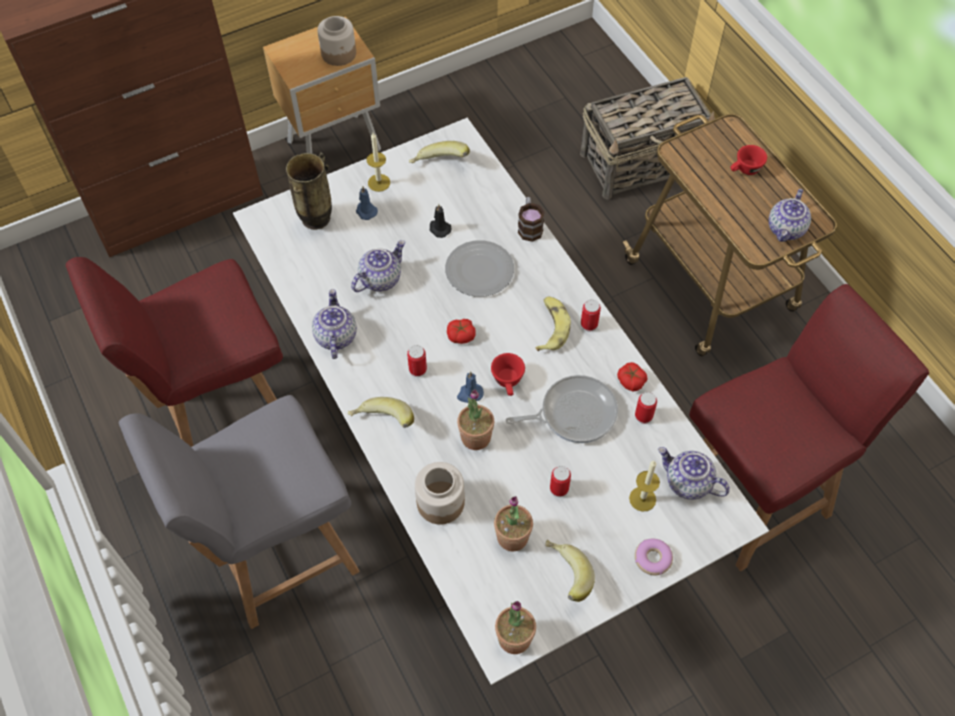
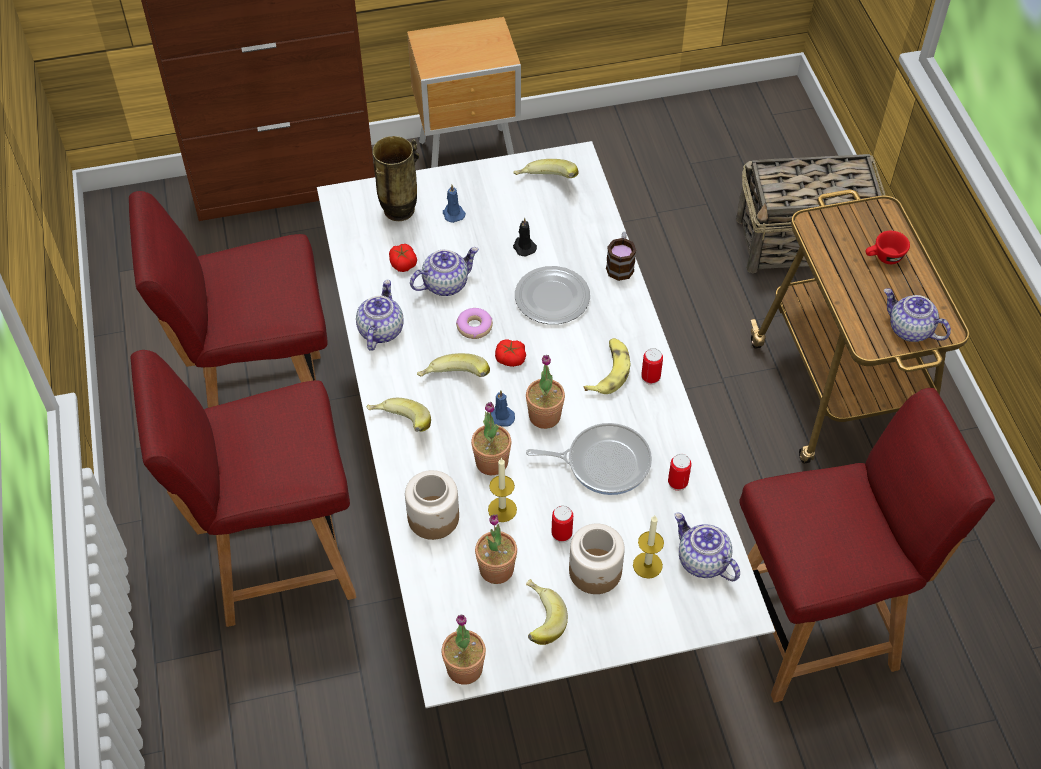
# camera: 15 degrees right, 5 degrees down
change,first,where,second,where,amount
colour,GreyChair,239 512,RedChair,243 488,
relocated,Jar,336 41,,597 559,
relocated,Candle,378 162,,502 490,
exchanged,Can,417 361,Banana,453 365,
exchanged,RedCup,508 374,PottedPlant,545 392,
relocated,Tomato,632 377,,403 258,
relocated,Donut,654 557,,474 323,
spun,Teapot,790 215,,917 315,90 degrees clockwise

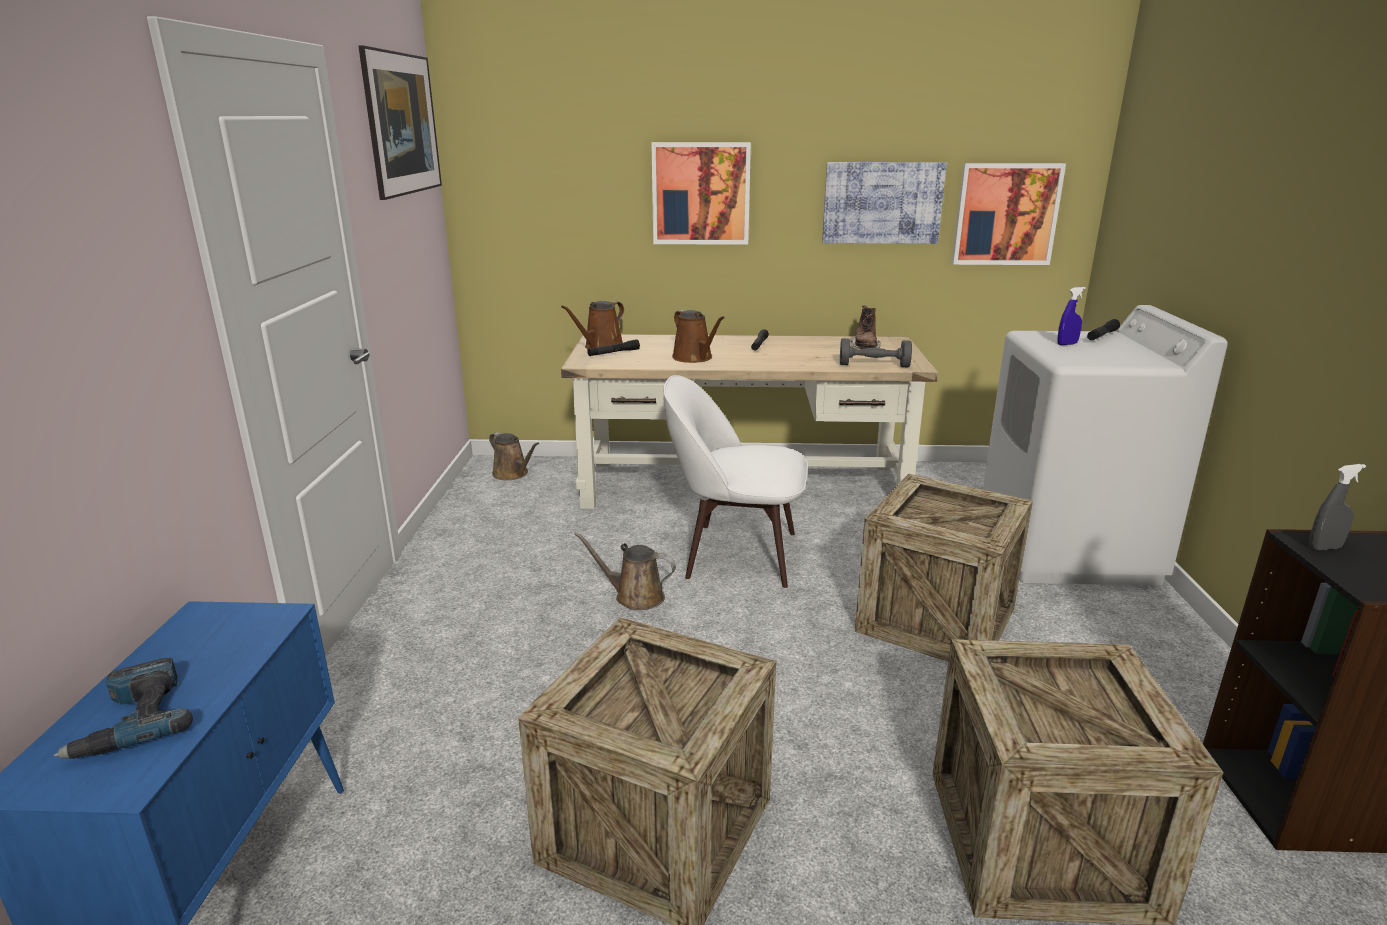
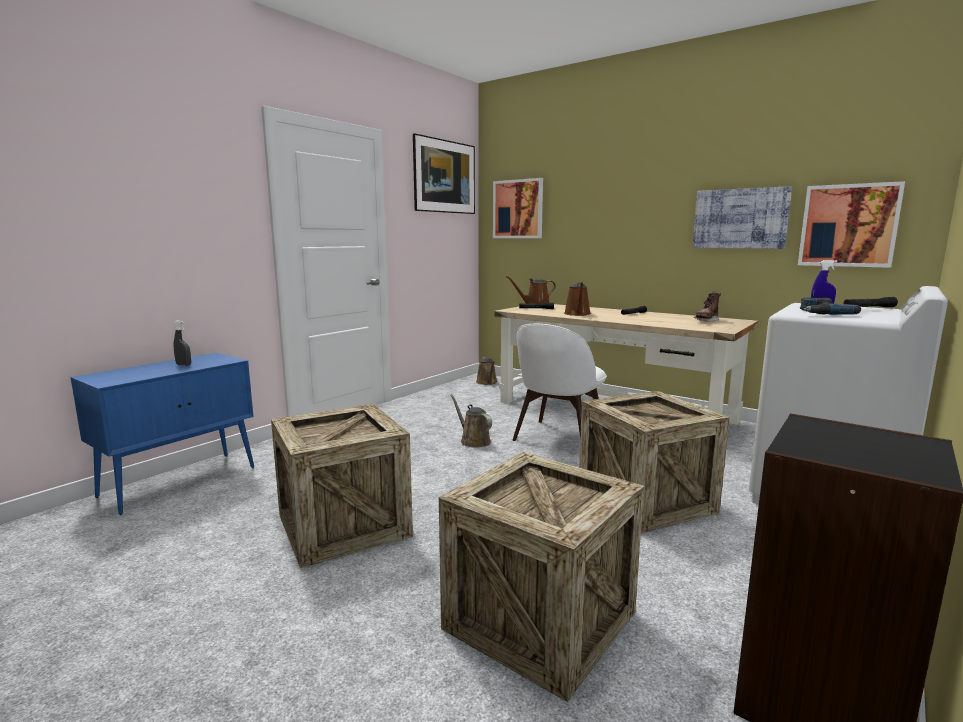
# camera: 35 degrees right, 10 degrees down
change,first,where,second,where,amount
relocated,PowerDrill,123 708,,830 306,
relocated,Picture,701 193,,518 208,
spun,WhiteChair,735 481,,559 382,105 degrees counterclockwise
missing,GreyDumbbell,876 352,,,
relocated,GreySprayBottle,1337 507,,182 343,

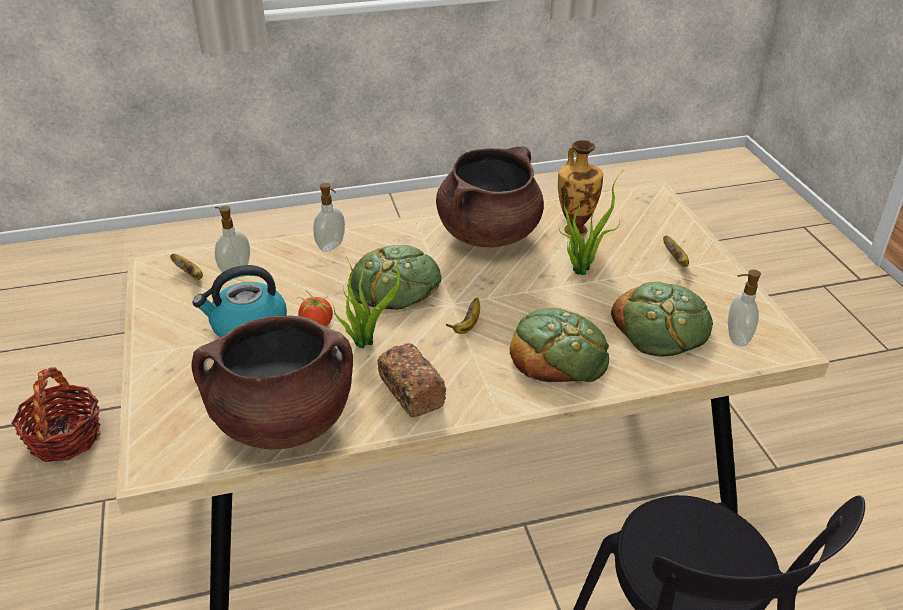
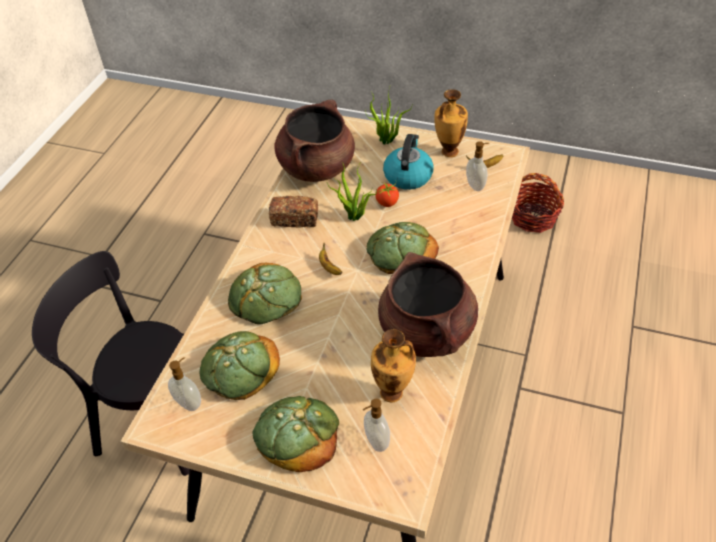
# camera: 125 degrees right, 10 degrees up
change,first,where,second,where,amount
relocated,SoapDispenser,329 217,,376 425,
relocated,PottedPlant,590 223,,388 115,
exchanged,Banana,676 251,Bread,296 434,
appeared,,,Vase,451 123,

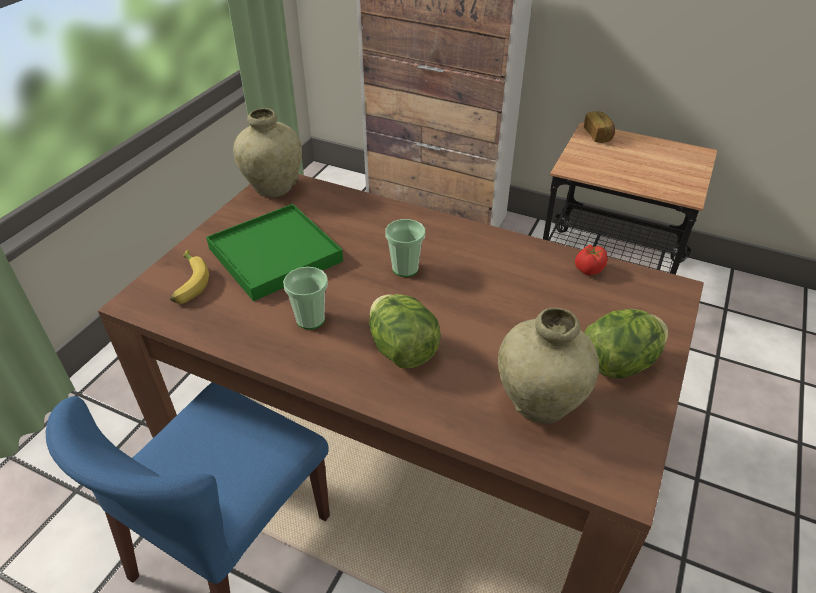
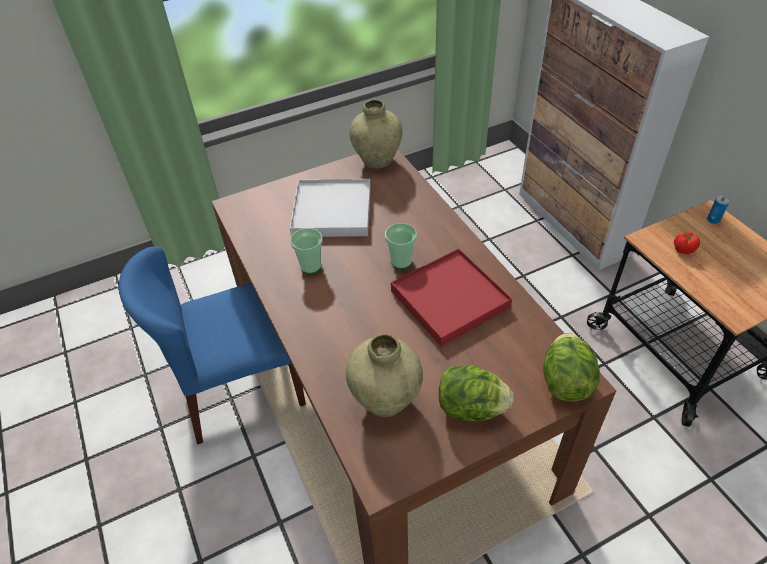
# camera: 40 degrees right, 5 degrees up
change,first,where,second,where,amount
missing,Banana,189 277,,,
colour,GreenTray,274 252,WhiteTray,330 208,
relocated,Lettuce,405 331,,571 367,
relocated,Tomato,591 260,,687 243,
exchanged,Bread,599 127,Can,718 209,
appeared,,,RedTray,451 297,

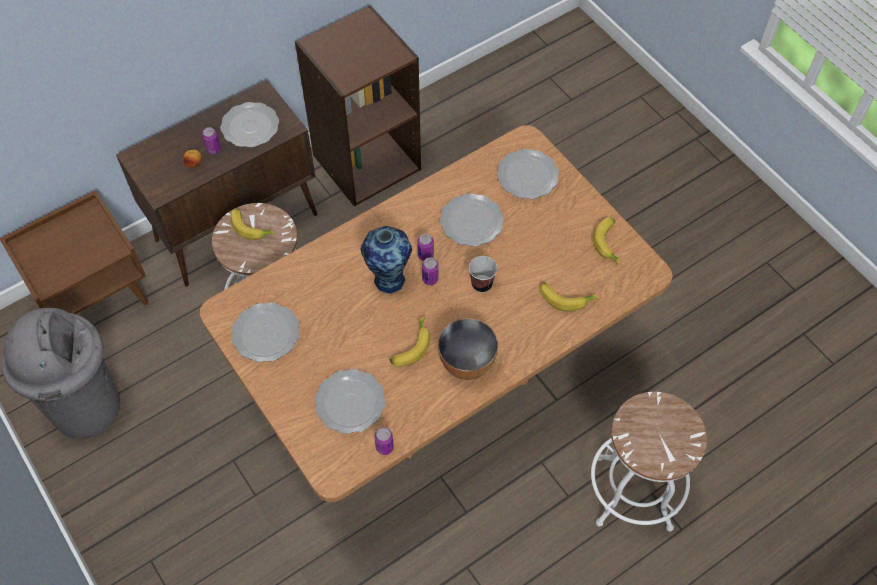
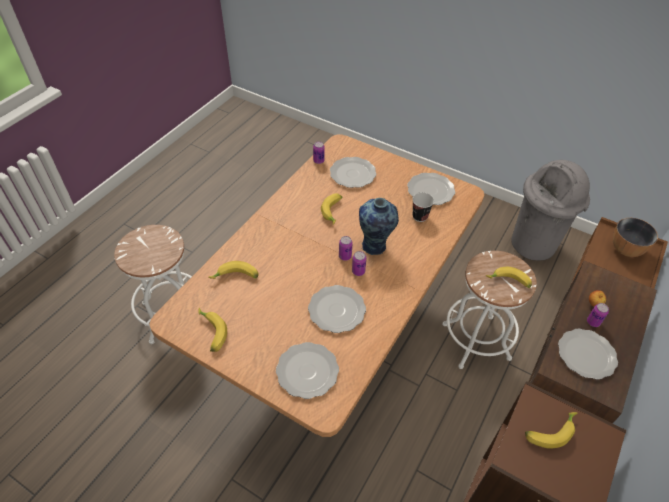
# camera: 155 degrees right, 10 degrees down
change,first,where,second,where,amount
relocated,Bowl,468 349,,635 237,
relocated,Cup,483 274,,423 207,
appeared,,,Banana,551 430,

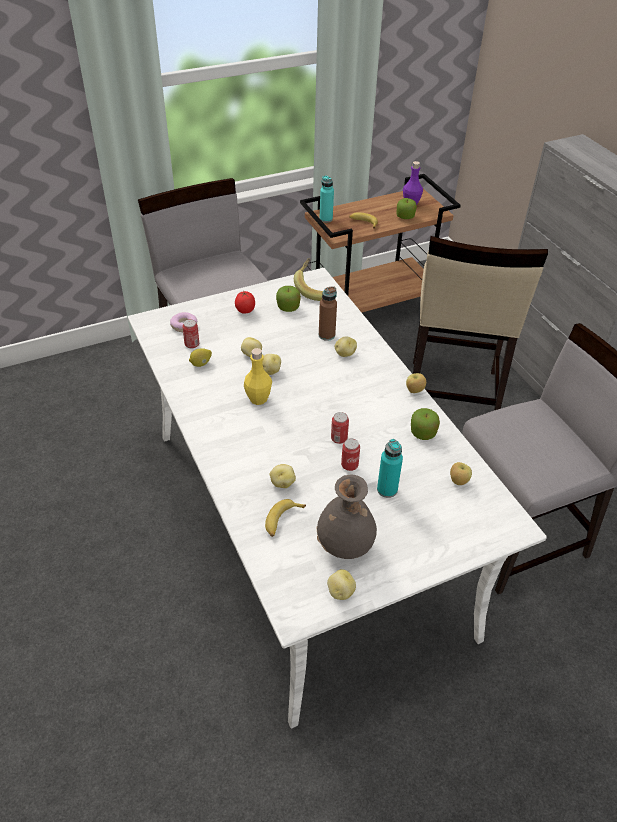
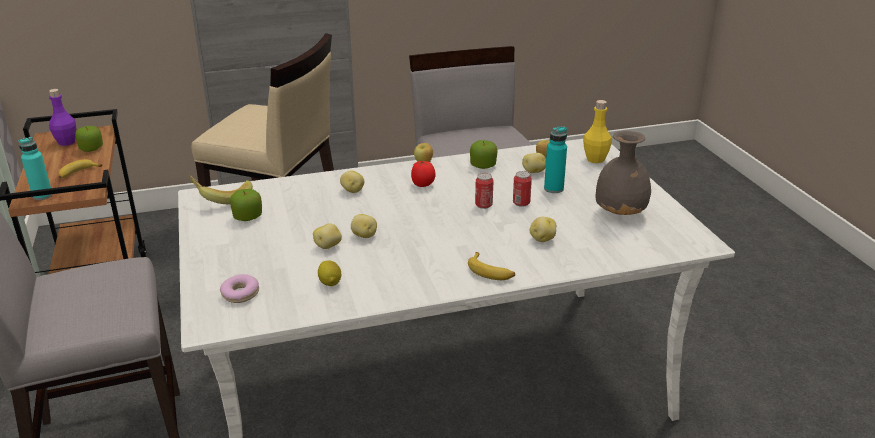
# camera: 80 degrees left, 15 degrees down
change,first,where,second,where,amount
missing,Can,190 333,,,
relocated,Tomato,245 302,,423 173,
relocated,YellowBottle,258 376,,597 131,
relocated,Banana,285 518,,491 266,
missing,BrownBottle,328 313,,,
relocated,Potato,341 584,,534 163,

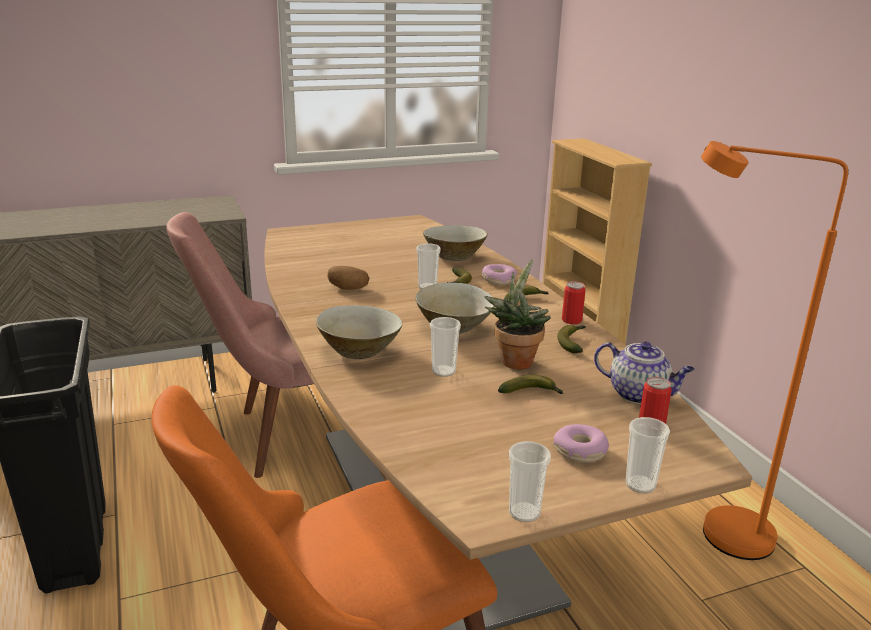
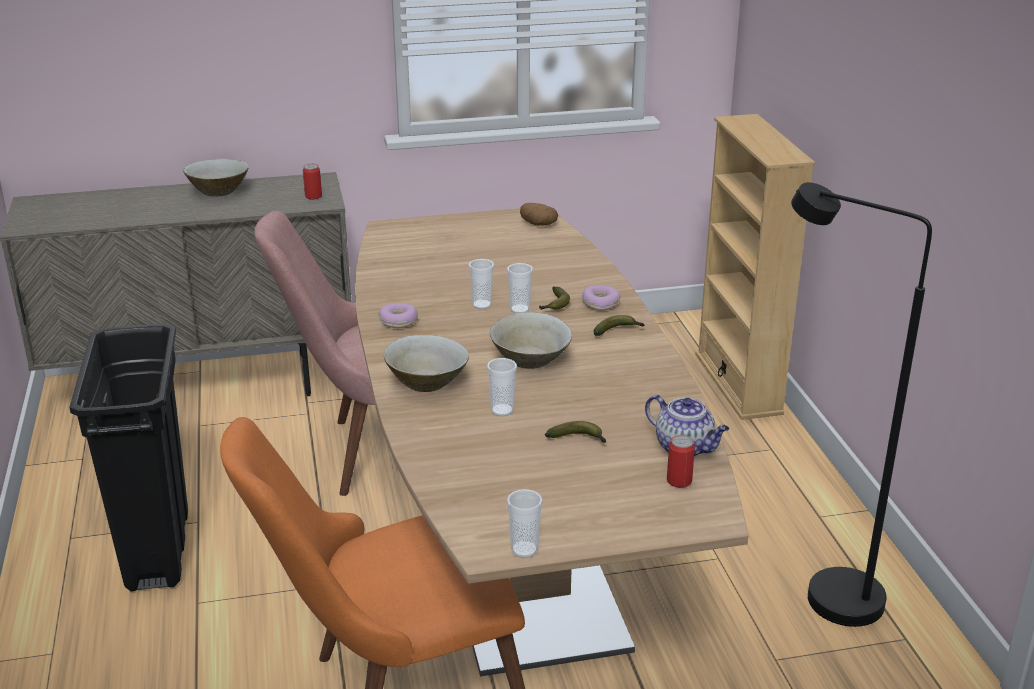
# camera: 10 degrees right, 5 degrees up
change,first,where,second,where,amount
relocated,Potato,348 278,,539 214,
relocated,BeigeBowl,455 243,,216 178,
missing,PottedPlant,517 314,,,
relocated,Donut,581 443,,398 315,
missing,Banana,571 339,,,
relocated,Can,574 302,,312 181,
relocated,Cup,648 455,,481 284,
colour,OrangeFloorLamp,774 350,BlackFloorLamp,861 404,

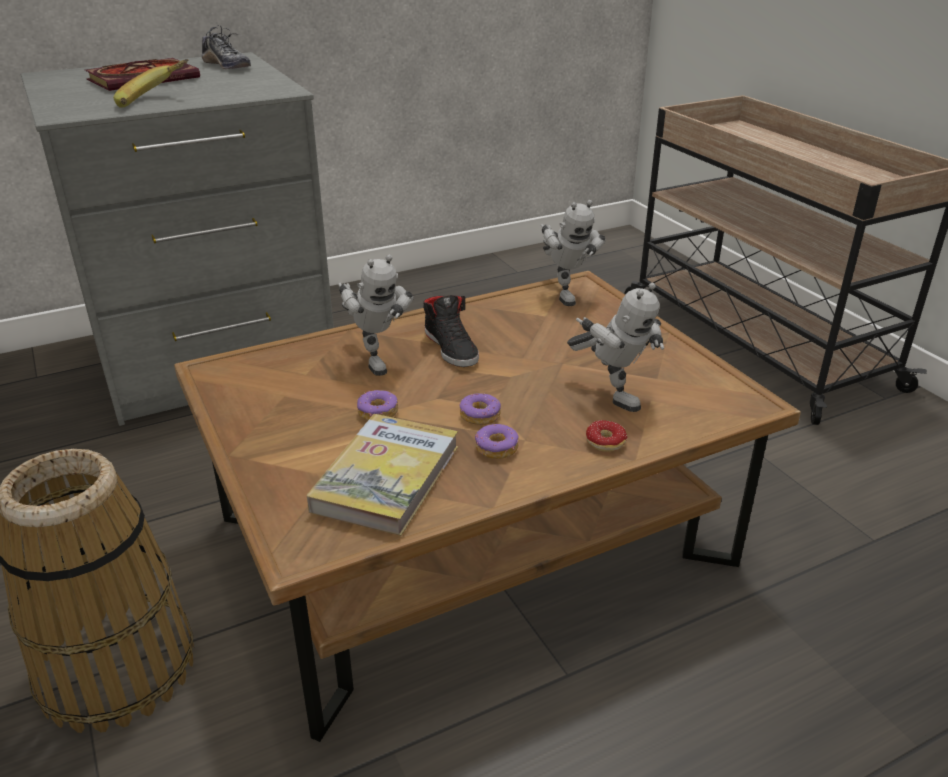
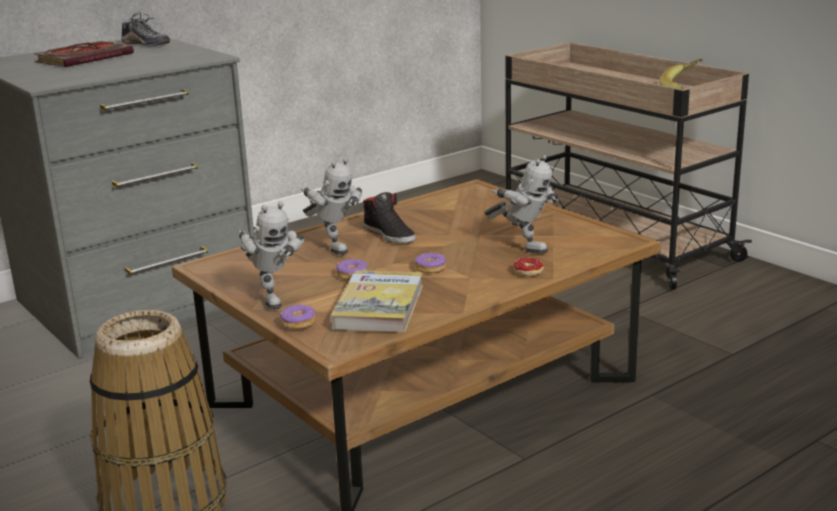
# camera: 10 degrees left, 10 degrees down
change,first,where,second,where,amount
relocated,Banana,150 83,,681 74,
relocated,Donut,496 441,,298 316,
relocated,ToyRobot,573 253,,271 255,

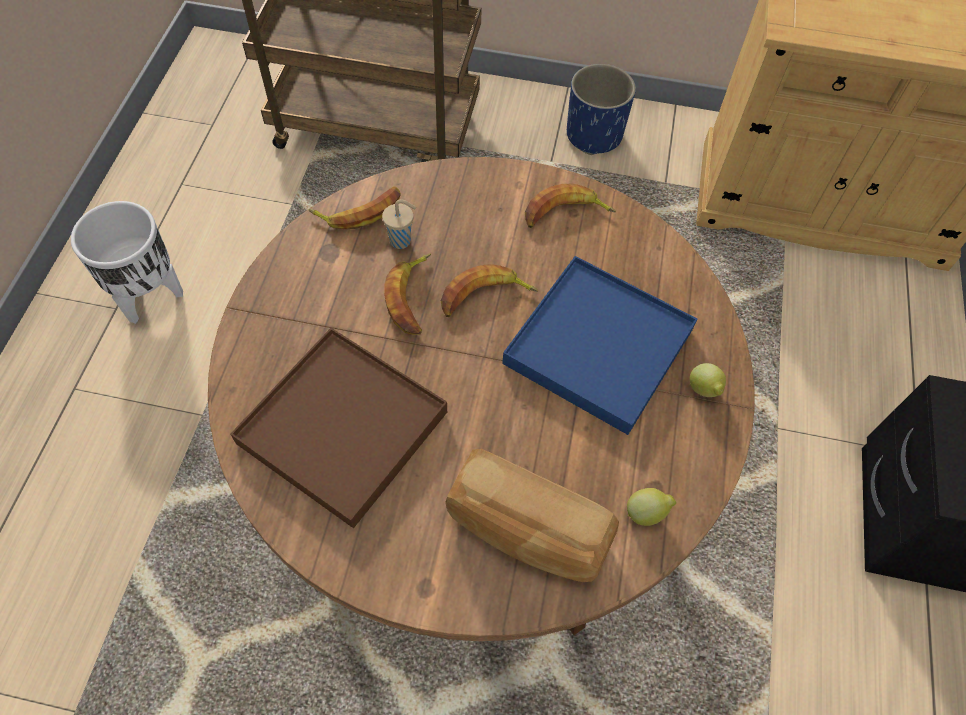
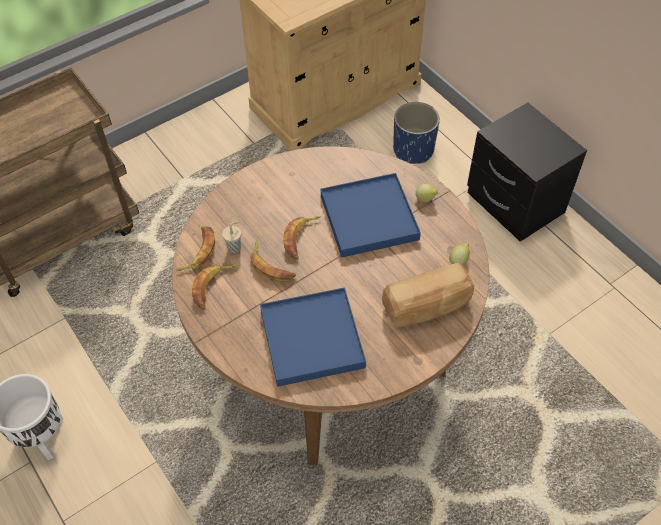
# camera: 45 degrees left, 5 degrees down
change,first,where,second,where,amount
colour,BrownTray,339 428,BlueTray,313 337,
relocated,Banana,570 206,,214 287,
relocated,BluePlanter,601 109,,416 133,

